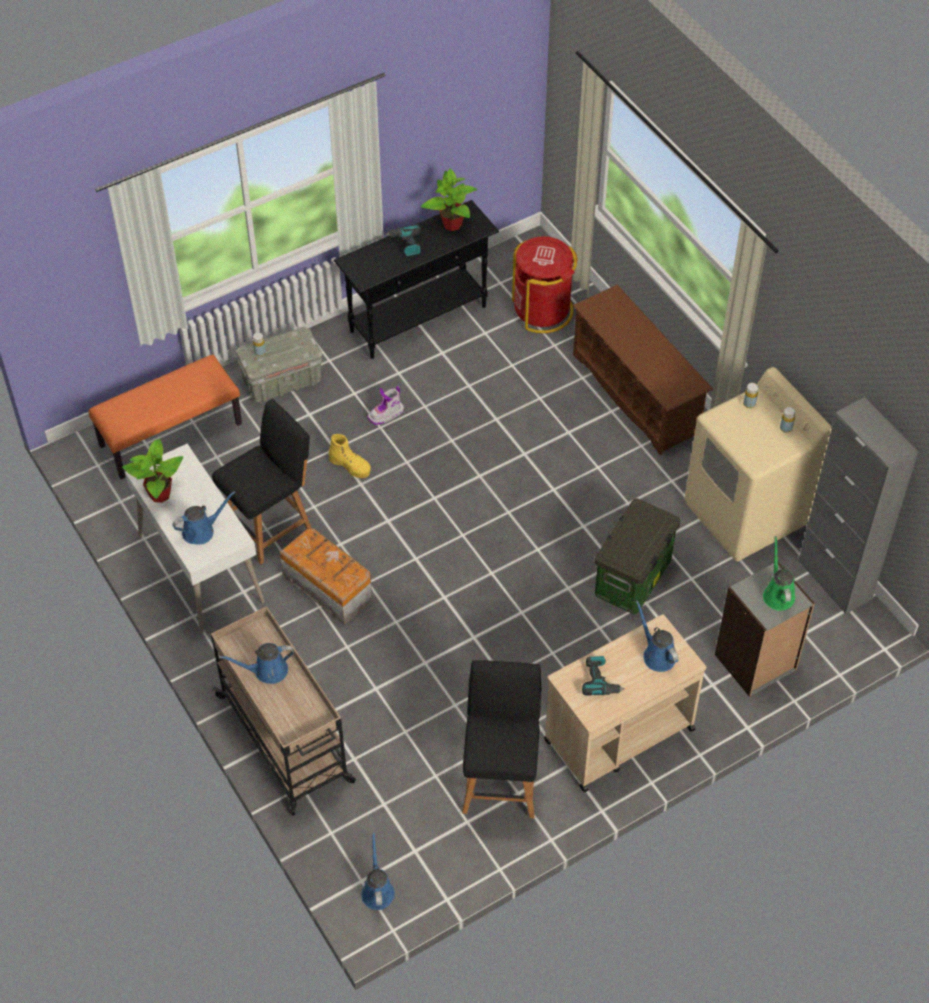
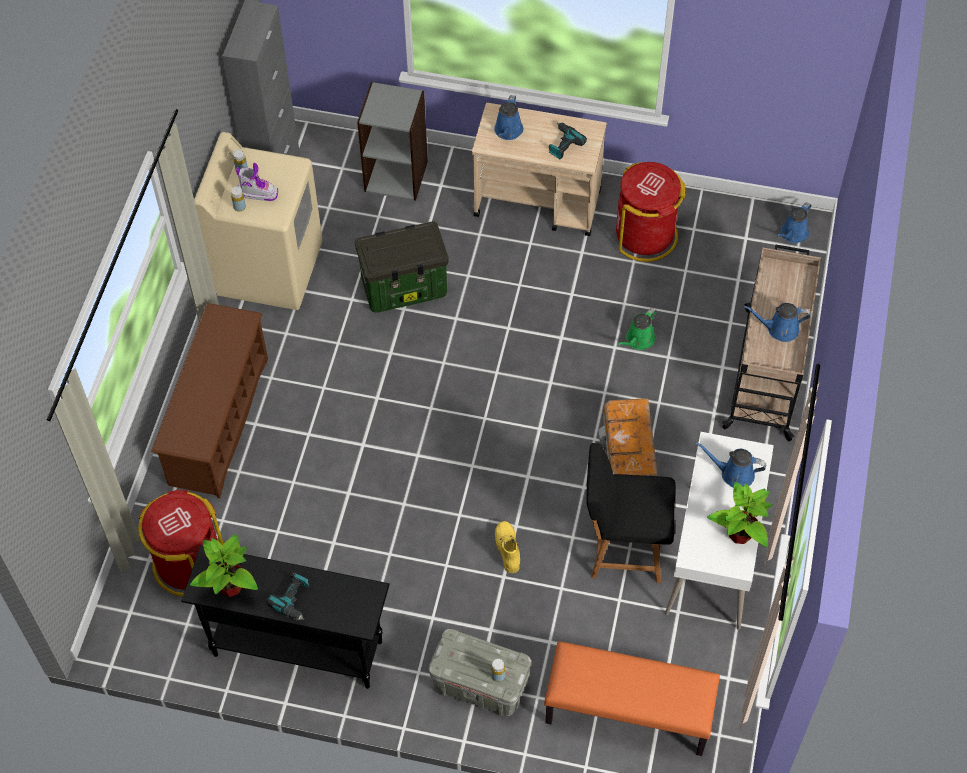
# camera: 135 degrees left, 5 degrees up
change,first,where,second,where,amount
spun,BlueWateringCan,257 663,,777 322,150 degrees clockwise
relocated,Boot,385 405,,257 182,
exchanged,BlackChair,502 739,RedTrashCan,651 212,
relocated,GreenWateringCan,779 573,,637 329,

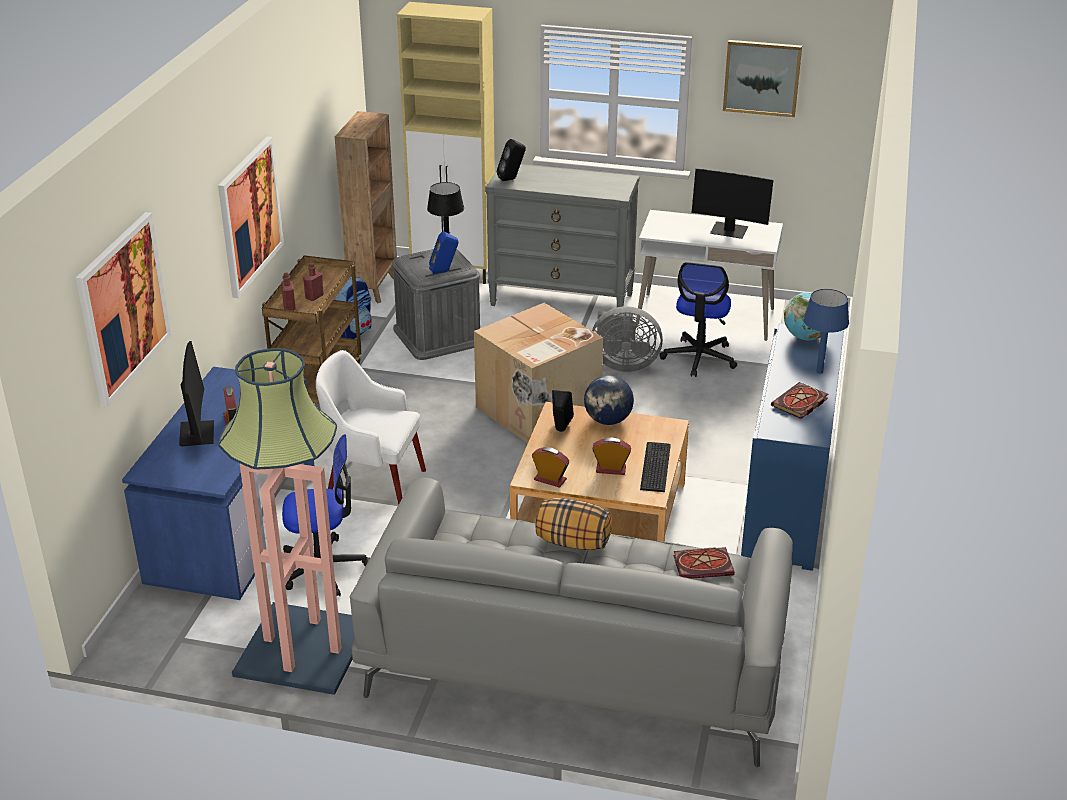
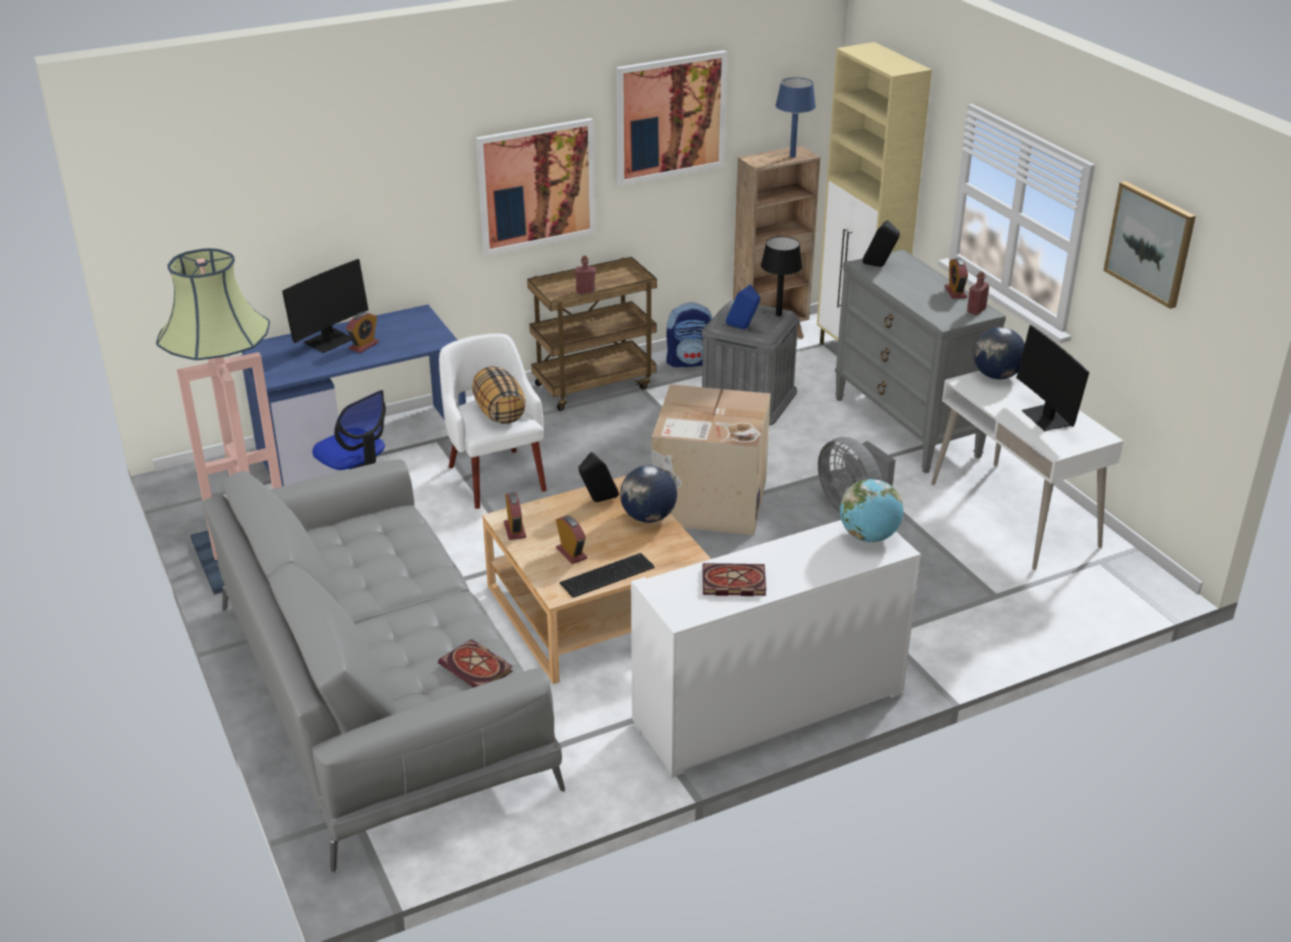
# camera: 50 degrees right, 0 degrees up
change,first,where,second,where,amount
relocated,Picture,123 310,,671 118,
relocated,RedBottle,288 292,,978 293,
relocated,Pillow,573 524,,499 395,
missing,OfficeChair,698 319,,,
colour,BlueCabinet,792 447,WhiteCabinet,776 649,
relocated,BlueTableLamp,826 331,,796 117,
appeared,,,AlarmClock,956 278,
appeared,,,Globe,999 353,

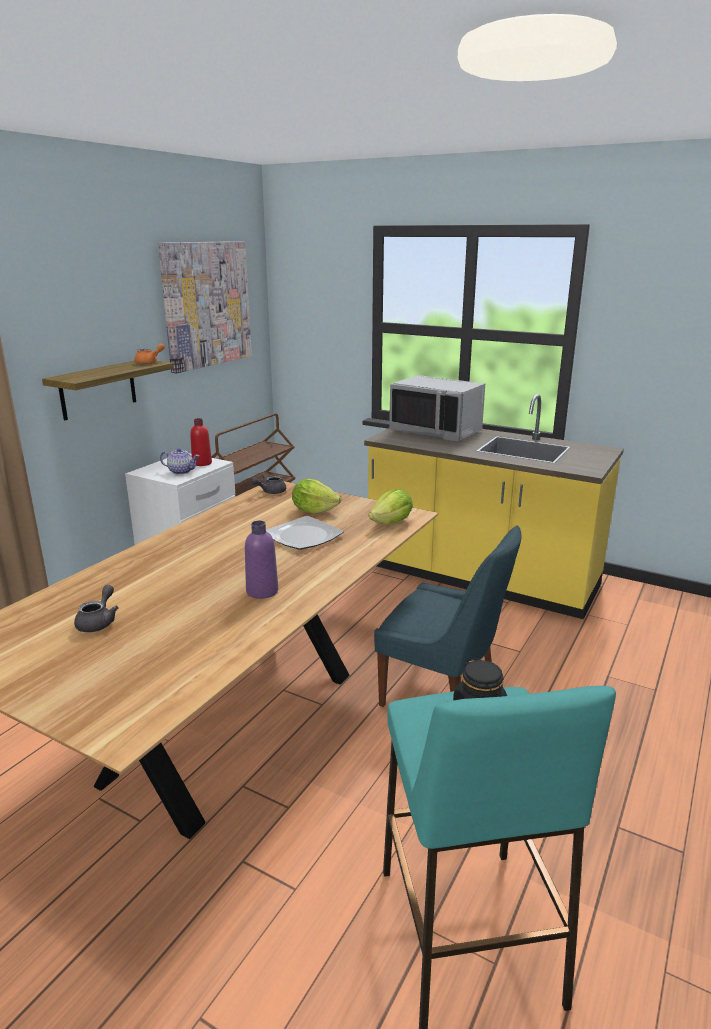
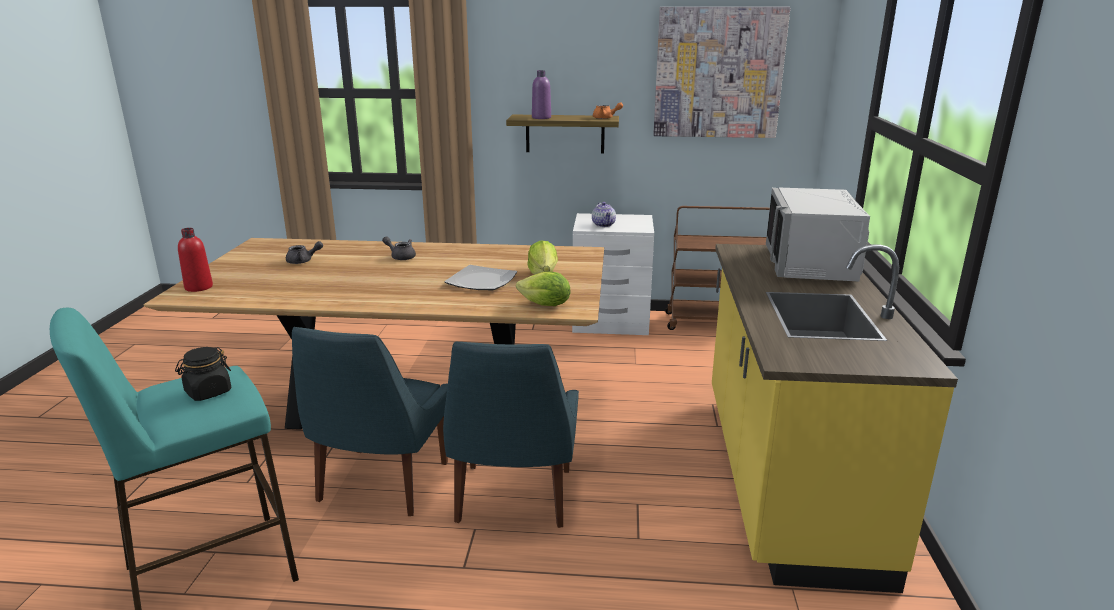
# camera: 65 degrees right, 0 degrees up
change,first,where,second,where,amount
relocated,RedBottle,201 442,,195 260,
relocated,PurpleBottle,261 560,,541 94,
relocated,GreyTeapot,269 484,,399 248,
appeared,,,BlueChair,370 421,

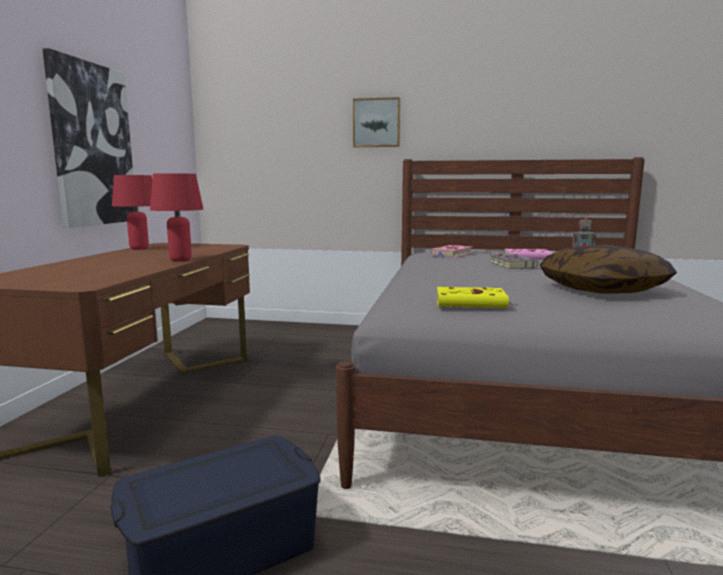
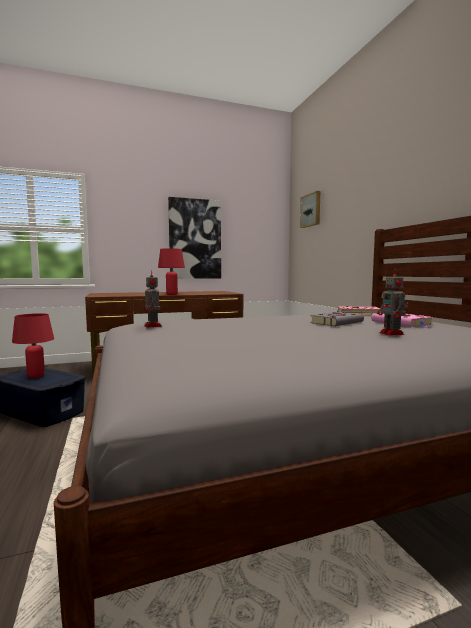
# camera: 60 degrees right, 5 degrees down
change,first,where,second,where,amount
relocated,RedTableLamp,132 212,,33 345,
relocated,Picture,376 122,,310 209,
exchanged,YellowBook,478 297,ToyRobot,152 299,
missing,Pillow,608 269,,,

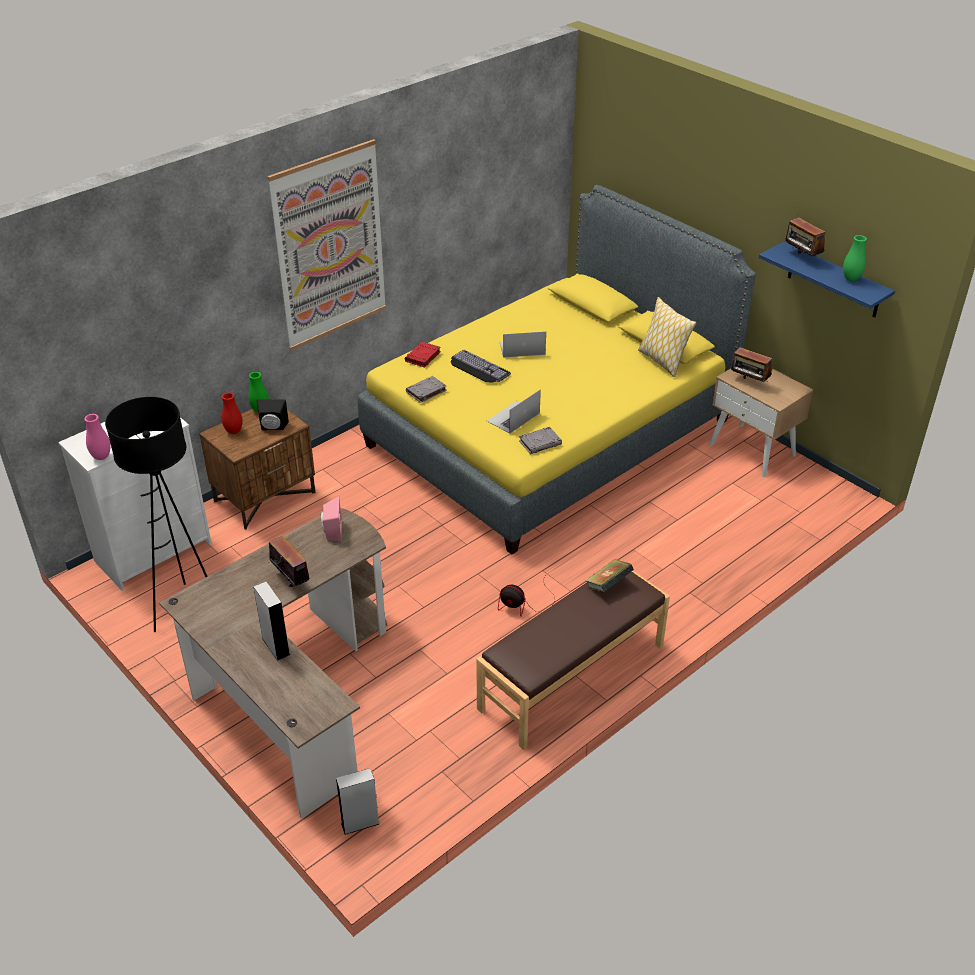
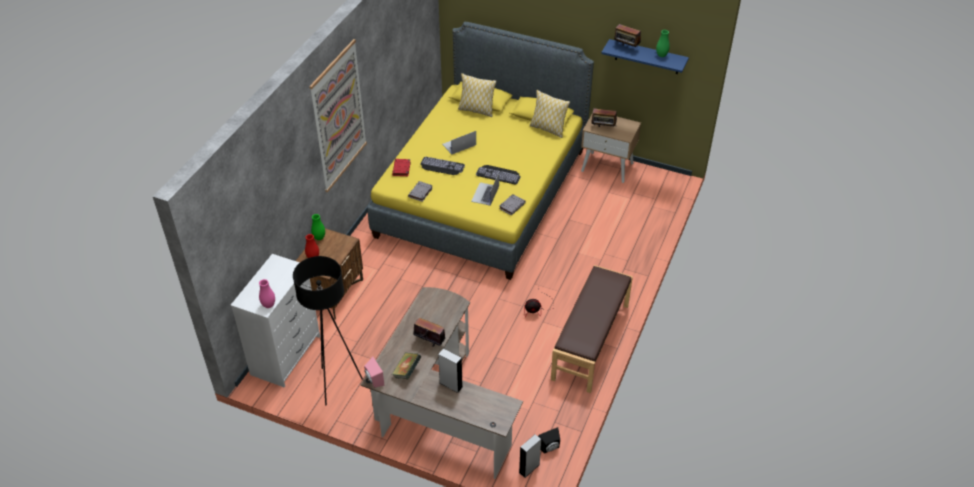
# camera: 25 degrees left, 5 degrees up
change,first,where,second,where,amount
relocated,BlackSpeaker,273 414,,549 440,
relocated,PinkSpeaker,331 519,,374 372,
relocated,Book,609 575,,406 366,
appeared,,,Pillow,477 95,
appeared,,,Keyboard,498 175,

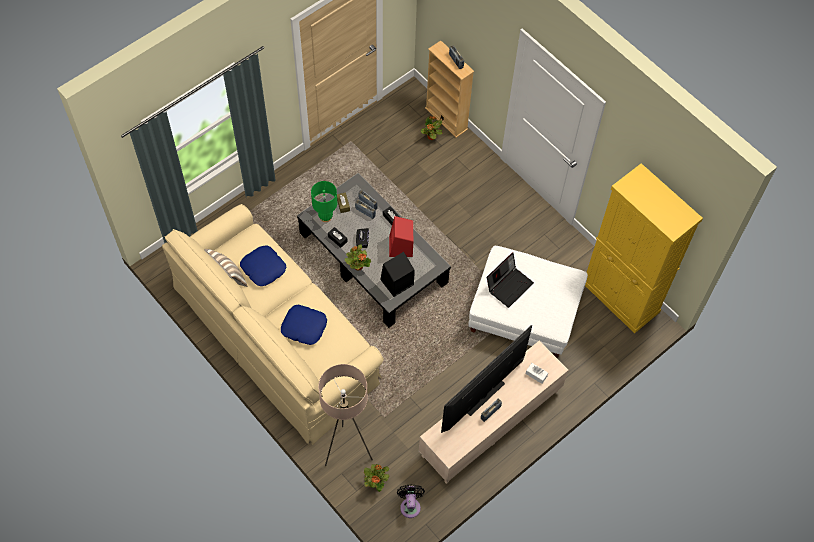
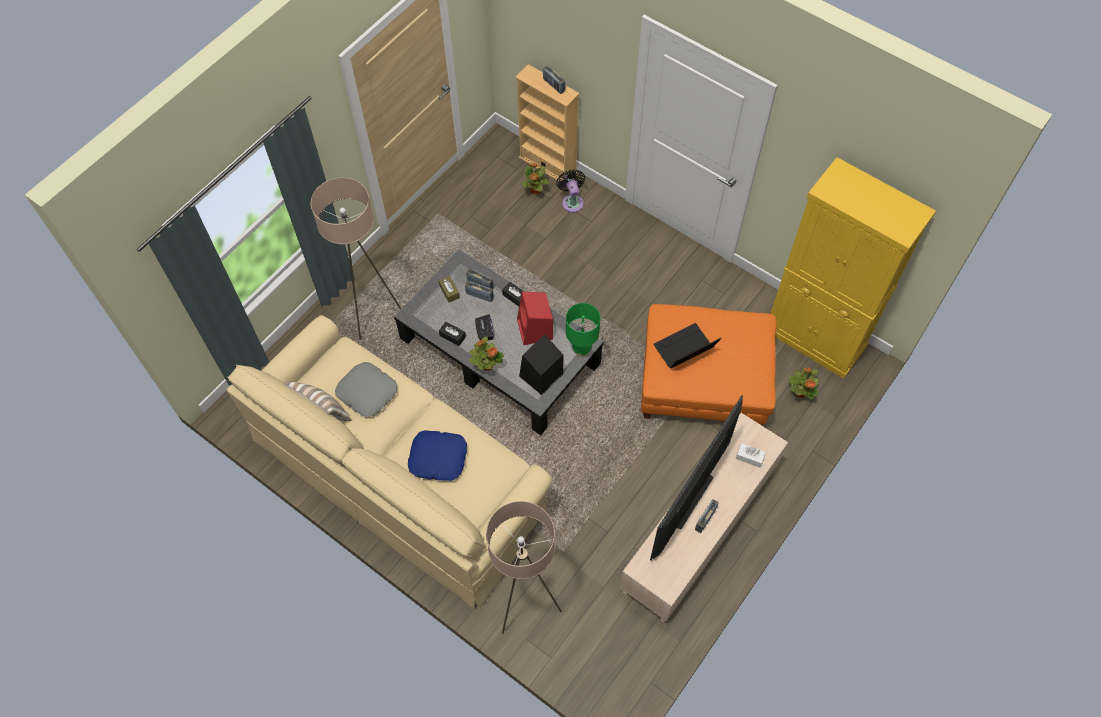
# camera: 10 degrees left, 0 degrees up
change,first,where,second,where,amount
colour,BluePillow,263 265,GreyPillow,366 389,
relocated,GreenTableLamp,324 201,,583 330,
relocated,PottedPlant,376 478,,804 383,
relocated,BlackFan,411 501,,570 191,
colour,WhiteOttoman,528 302,OrangeOttoman,708 364,
spun,Laptop,510 280,,687 346,150 degrees counterclockwise
appeared,,,BeigeFloorLamp,356 259,

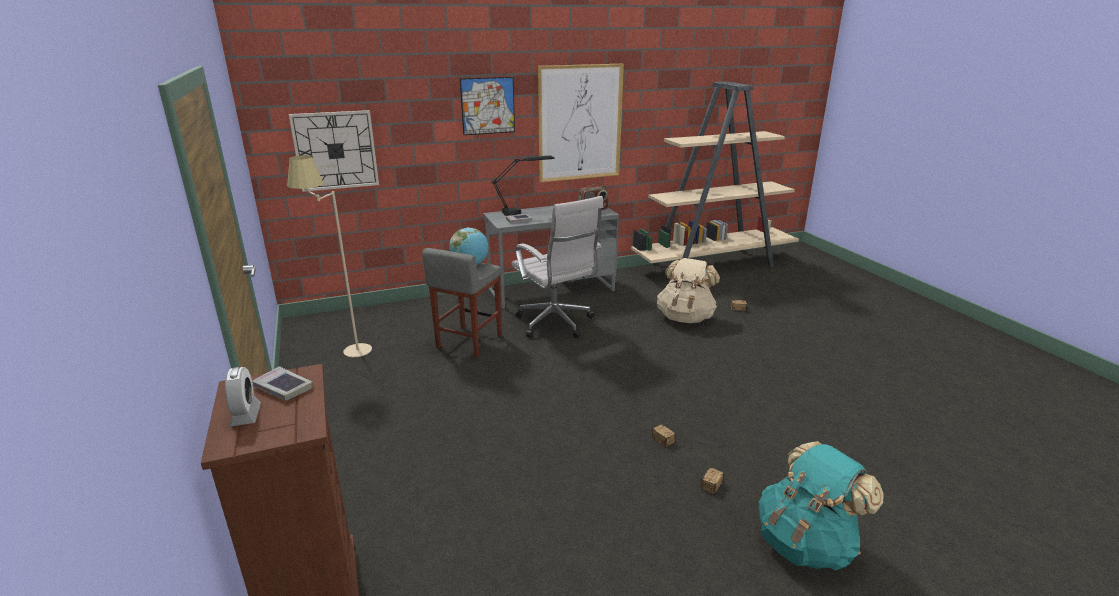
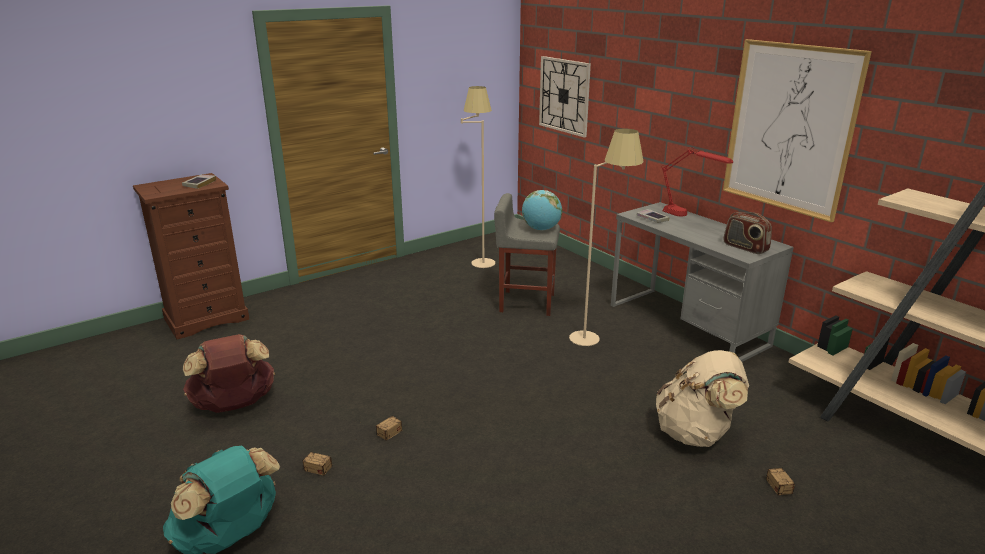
# camera: 75 degrees right, 0 degrees up
change,first,where,second,where,amount
missing,AlarmClock,243 397,,,
missing,Picture,487 106,,,
colour,BlackTableLamp,523 185,RedTableLamp,697 181,
exchanged,WhiteOfficeChair,557 267,BeigeFloorLamp,606 237,
appeared,,,BrownBackpack,229 373,

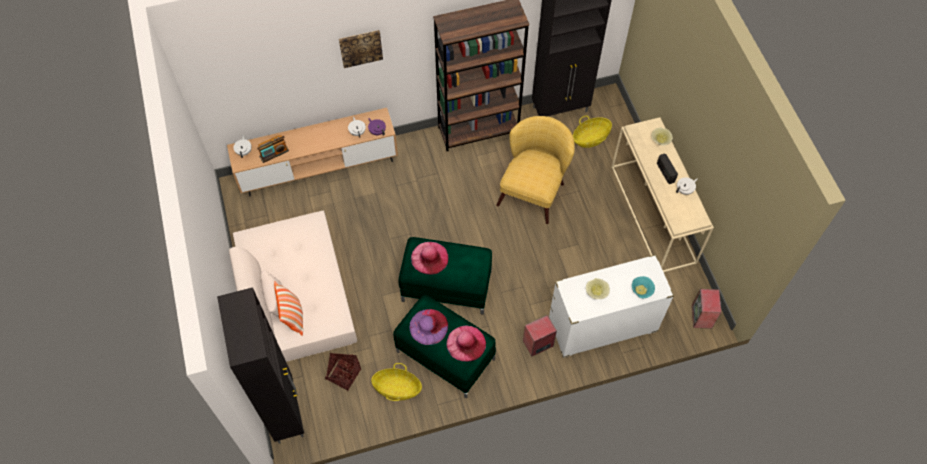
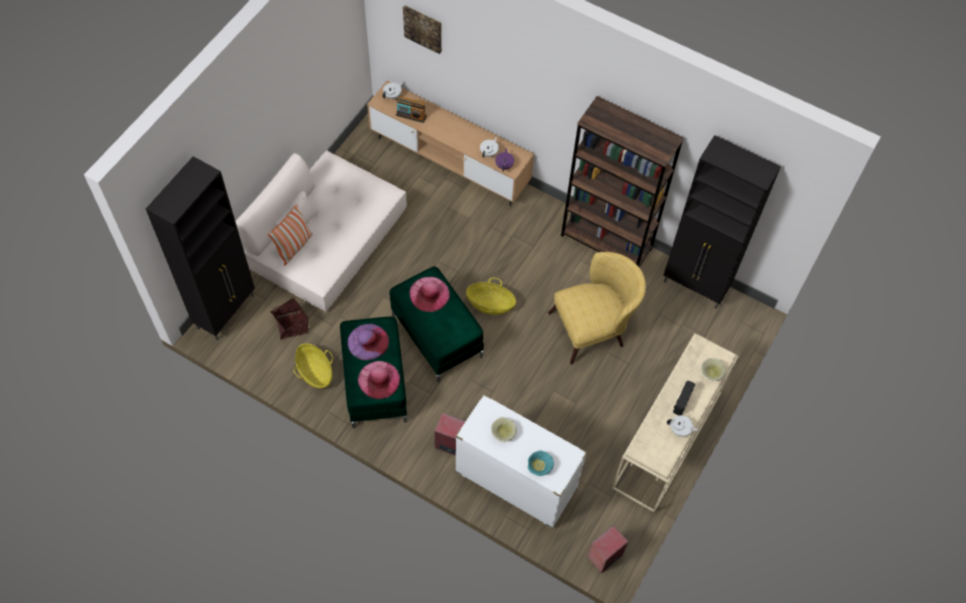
# camera: 45 degrees right, 0 degrees up
change,first,where,second,where,amount
relocated,Picture,361 49,,422 29,
relocated,Basket,592 132,,491 296,

